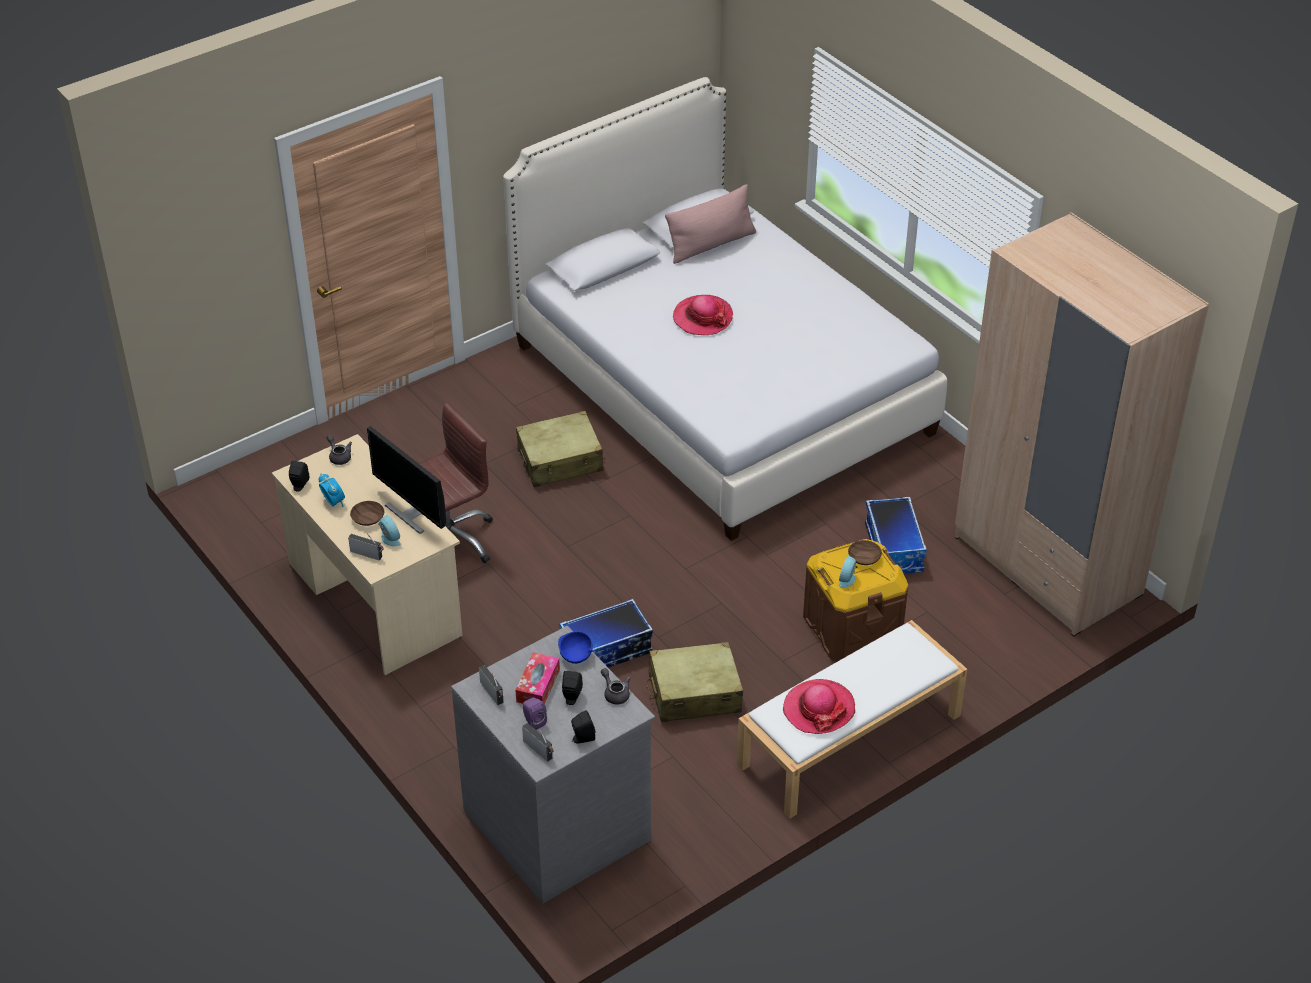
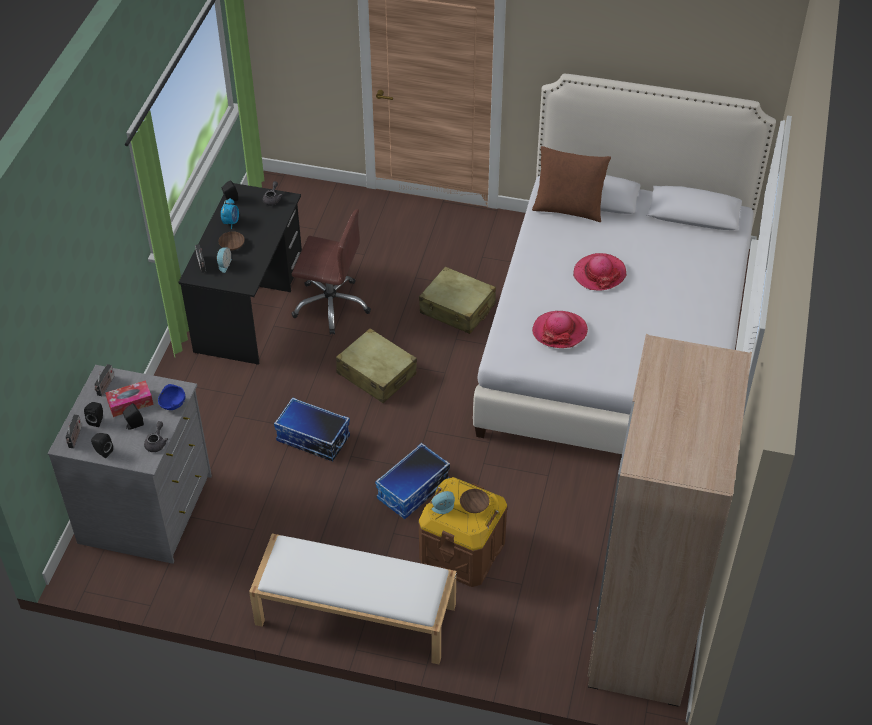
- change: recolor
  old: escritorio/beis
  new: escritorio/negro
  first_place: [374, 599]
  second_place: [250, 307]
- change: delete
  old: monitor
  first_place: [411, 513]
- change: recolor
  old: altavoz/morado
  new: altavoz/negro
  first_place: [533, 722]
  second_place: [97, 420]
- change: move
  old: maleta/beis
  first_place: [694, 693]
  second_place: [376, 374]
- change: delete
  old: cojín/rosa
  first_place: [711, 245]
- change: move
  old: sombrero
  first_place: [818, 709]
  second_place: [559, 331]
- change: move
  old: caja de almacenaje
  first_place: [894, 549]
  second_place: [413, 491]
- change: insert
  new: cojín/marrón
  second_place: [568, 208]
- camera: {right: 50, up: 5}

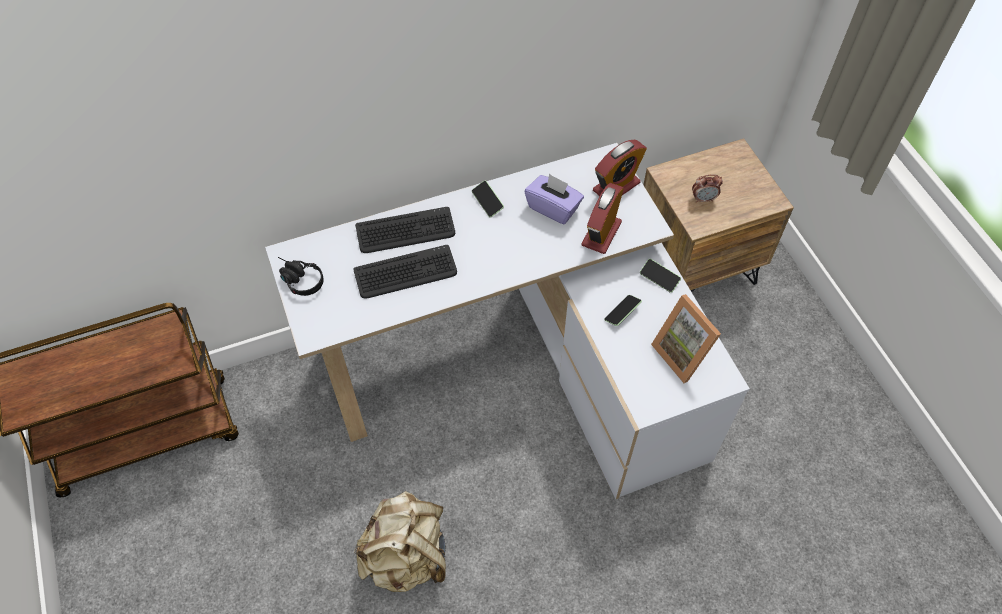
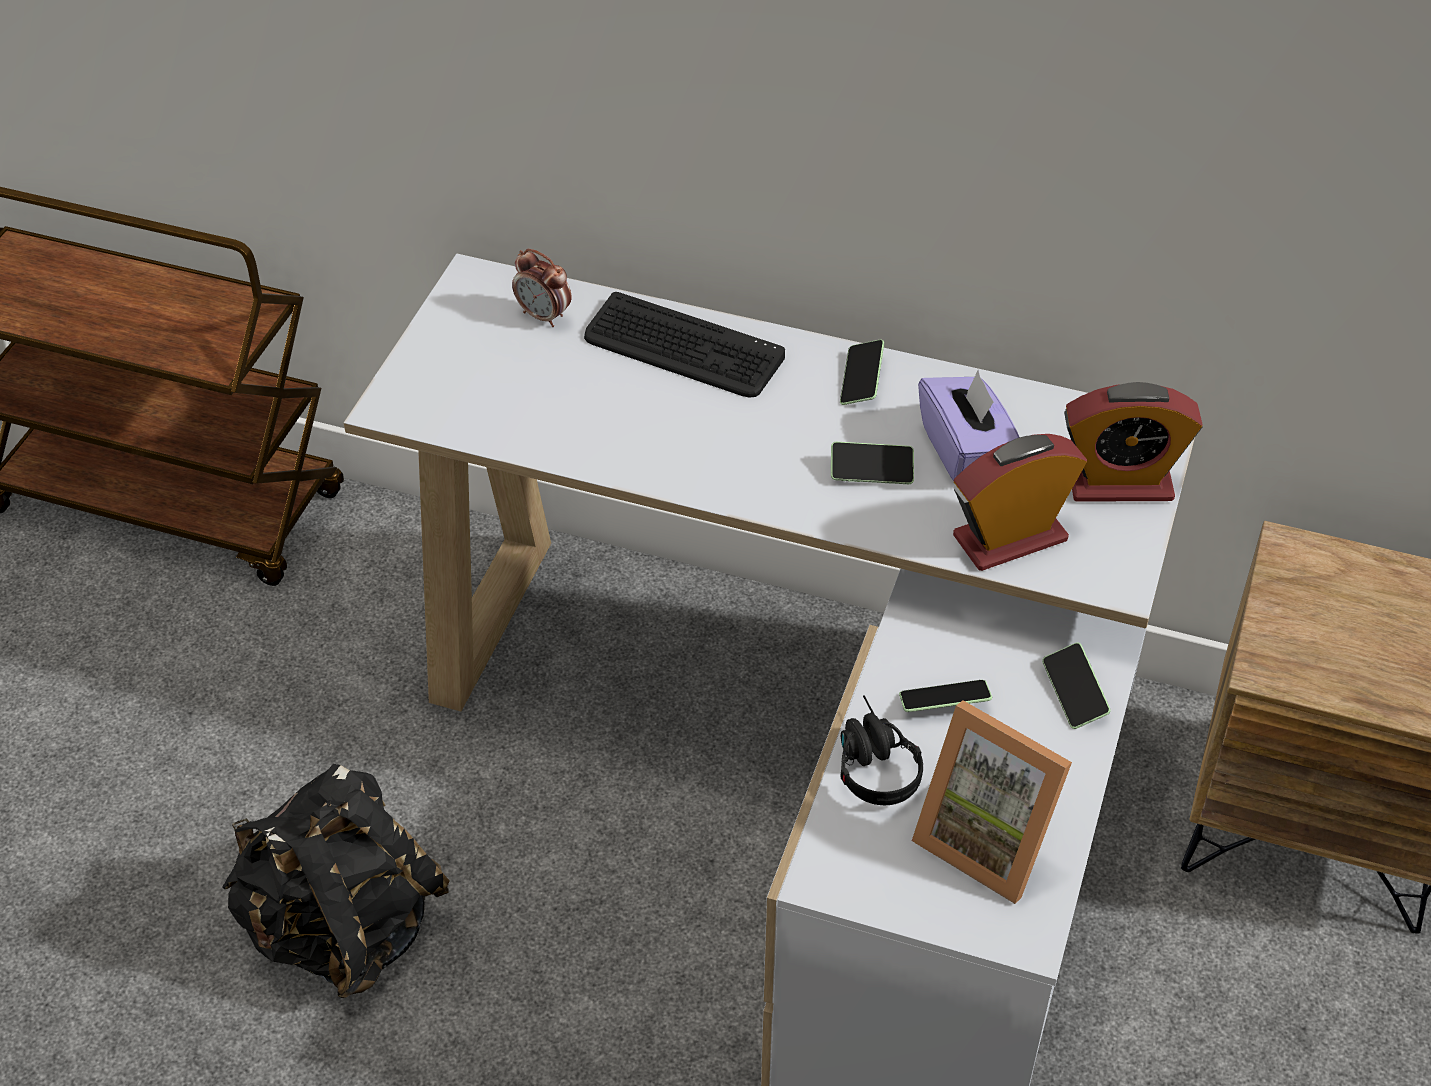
- change: move
  old: auriculares/negro
  first_place: [298, 280]
  second_place: [871, 761]
- change: delete
  old: teclado
  first_place: [406, 273]
- change: recolor
  old: mochila/beis
  new: mochila/negro
  first_place: [407, 556]
  second_place: [343, 928]
- change: rotate
  old: portarretratos
  first_place: [684, 354]
  second_place: [989, 839]
  degrees: -60
- change: move
  old: despertador
  first_place: [703, 199]
  second_place: [544, 316]
- change: insert
  new: móvil
  second_place: [871, 472]
- camera: {right: 40, up: -10}

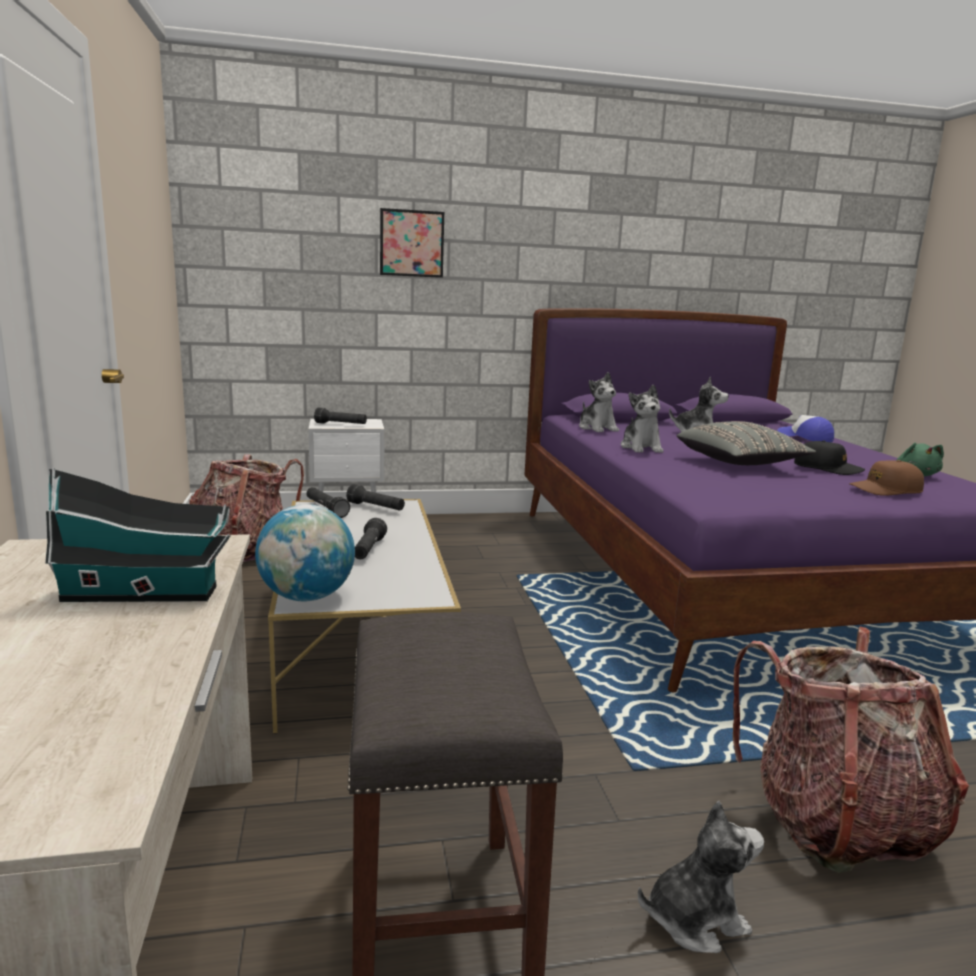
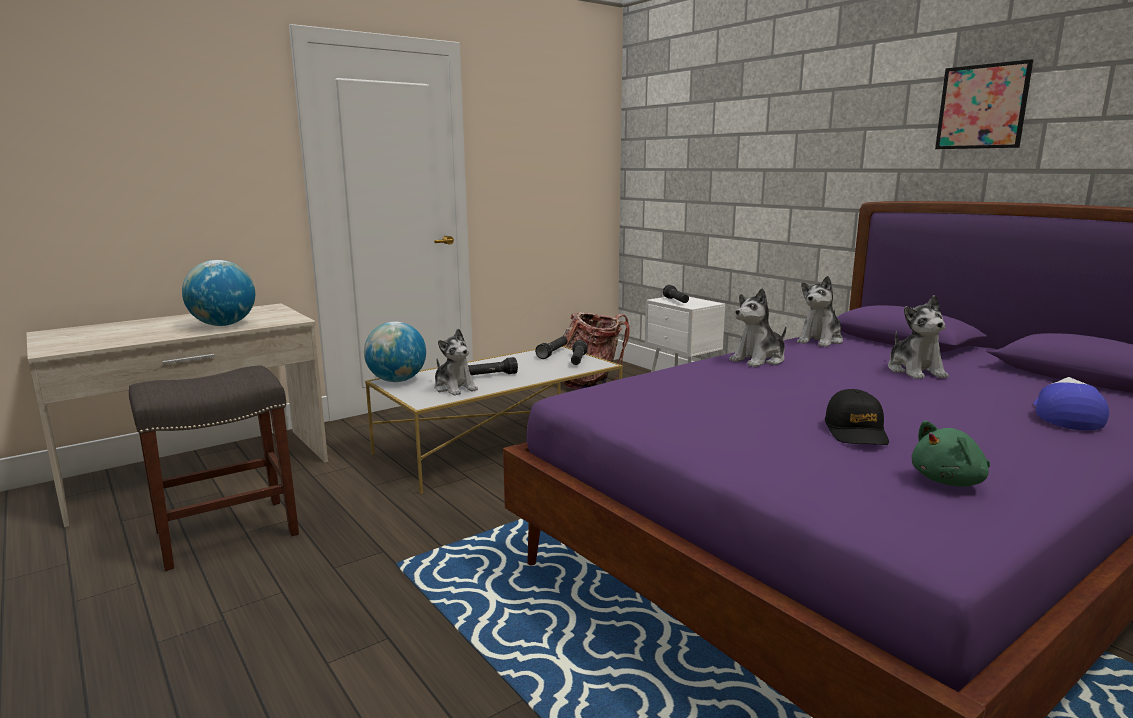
- change: replace
  old: casita
  new: globo terráqueo
  first_place: [146, 594]
  second_place: [223, 325]
- change: move
  old: cuadro
  first_place: [411, 243]
  second_place: [982, 107]
- change: move
  old: peluche
  first_place: [695, 918]
  second_place: [454, 388]
- change: delete
  old: cojín/gris
  first_place: [740, 463]
- change: delete
  old: mochila
  first_place: [835, 822]
- change: delete
  old: gorra/marrón
  first_place: [885, 490]
- camera: {right: 65, up: 0}

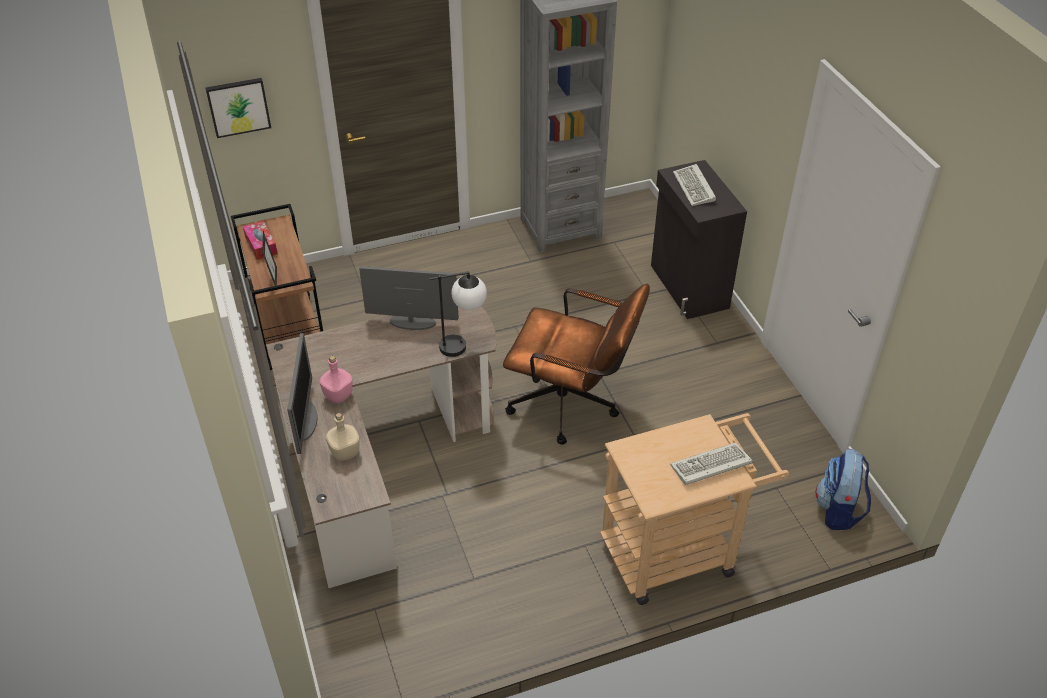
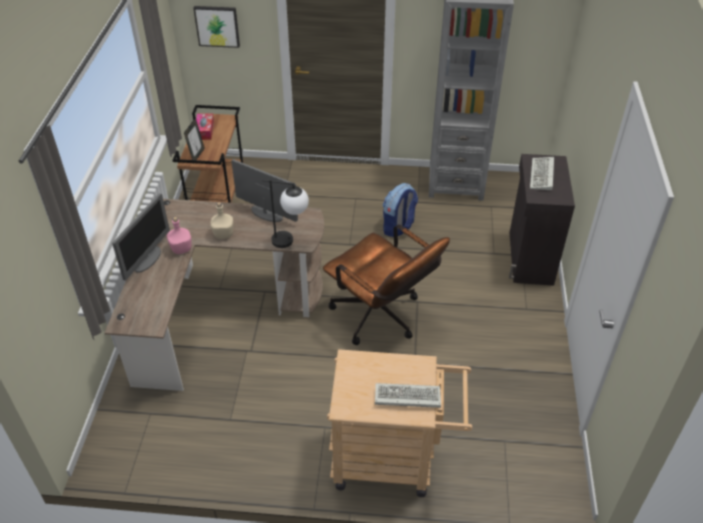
- change: move
  old: botella/beis
  first_place: [344, 453]
  second_place: [223, 234]
- change: move
  old: mochila
  first_place: [838, 510]
  second_place: [398, 227]
- camera: {right: 25, up: 0}

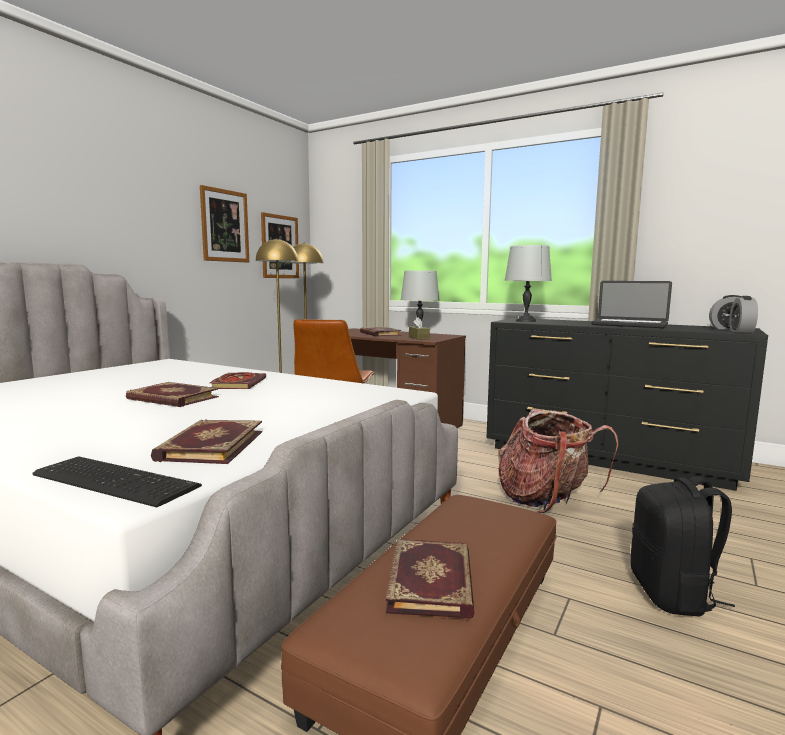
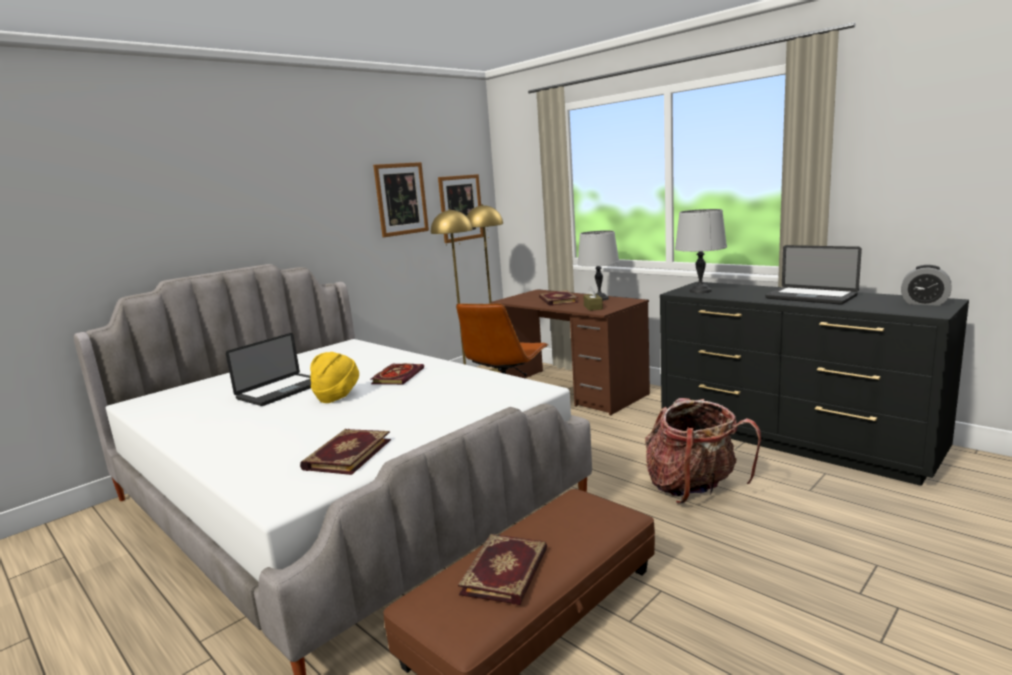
- change: delete
  old: teclado
  first_place: [116, 479]
- change: replace
  old: libro
  new: sombrero/amarillo
  first_place: [172, 398]
  second_place: [337, 397]
- change: delete
  old: mochila/negro
  first_place: [673, 595]
- change: delete
  old: despertador
  first_place: [741, 331]
- change: insert
  new: portátil
  second_place: [281, 391]
- camera: {right: 15, up: 5}

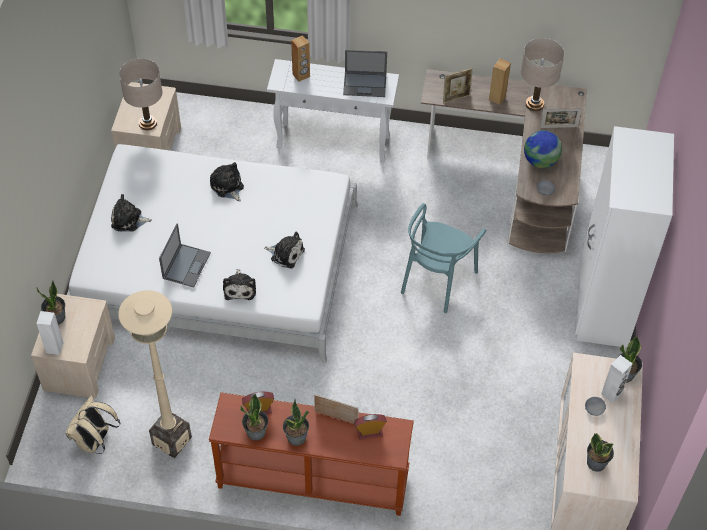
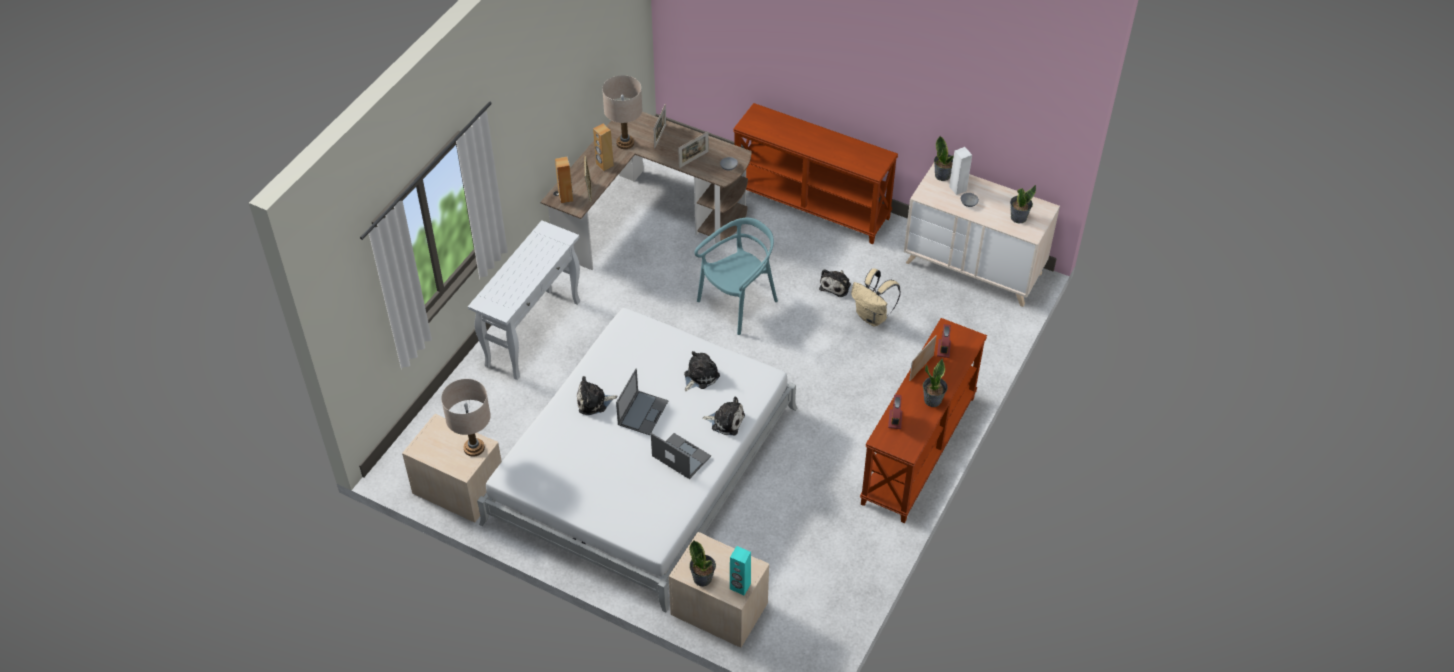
- change: recolor
  old: altavoz/blanco
  new: altavoz/turquesa
  first_place: [54, 347]
  second_place: [740, 587]
- change: move
  old: mochila/beis
  first_place: [95, 441]
  second_place: [873, 317]
- change: move
  old: peluche
  first_place: [128, 220]
  second_place: [836, 285]
- change: delete
  old: lámpara de pie/beis
  first_place: [171, 440]
- change: delete
  old: planta en maceta
  first_place: [256, 432]
- change: move
  old: altavoz/marrón
  first_place: [301, 75]
  second_place: [566, 197]
- change: move
  old: portátil
  first_place: [365, 84]
  second_place: [643, 412]
- change: rotate
  old: silla/turquesa
  first_place: [437, 280]
  second_place: [738, 303]
  degrees: -90
- change: replace
  old: globo terráqueo
  new: portarretratos
  first_place: [540, 161]
  second_place: [693, 159]
- change: replace
  old: armario ropero/blanco
  new: mesa consola/marrón
  first_place: [602, 305]
  second_place: [812, 204]
- camera: {right: -70, up: -5}

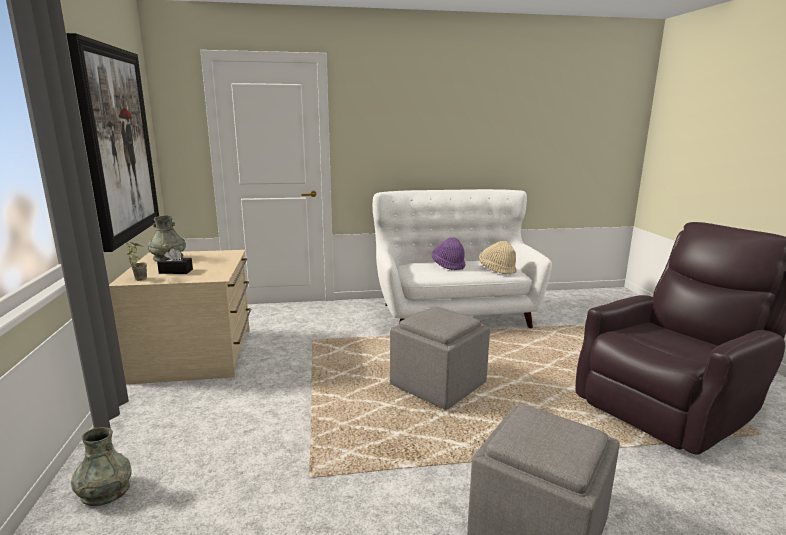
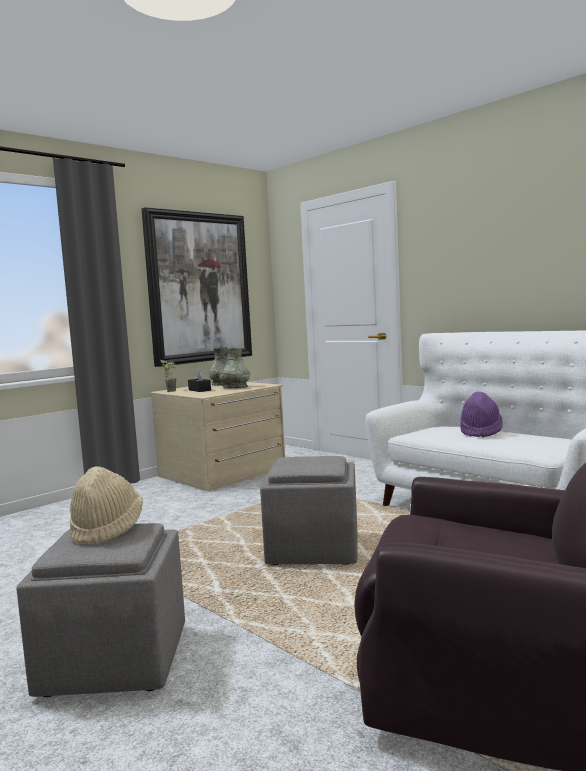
- change: move
  old: florero/gris
  first_place: [105, 492]
  second_place: [235, 387]
- change: move
  old: sombrero/beis
  first_place: [497, 270]
  second_place: [107, 529]
- camera: {right: 55, up: -10}

